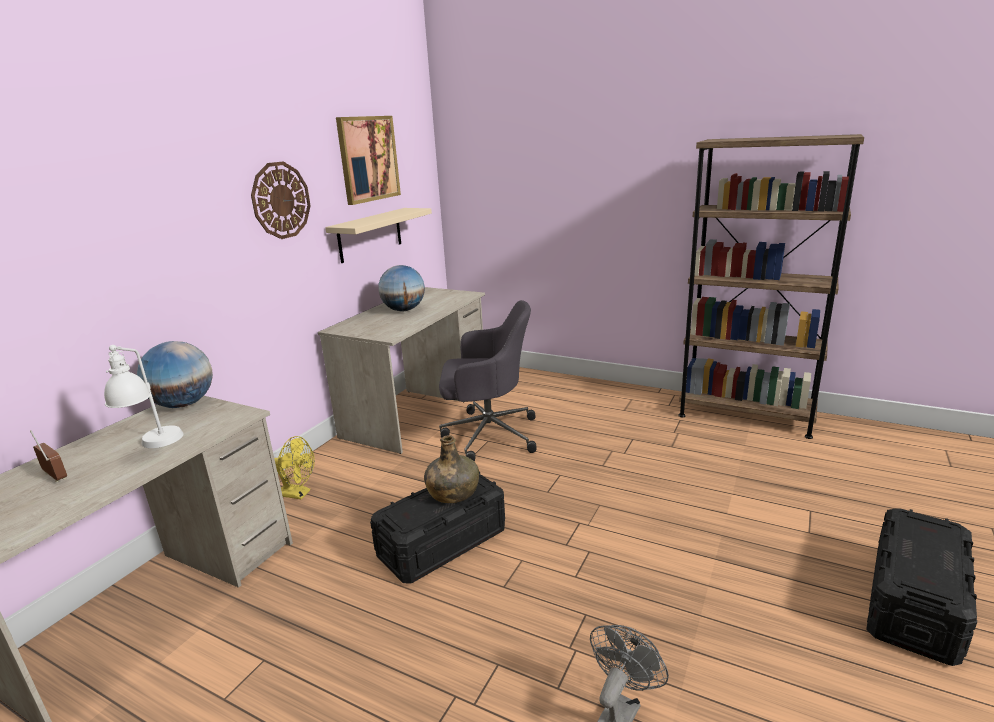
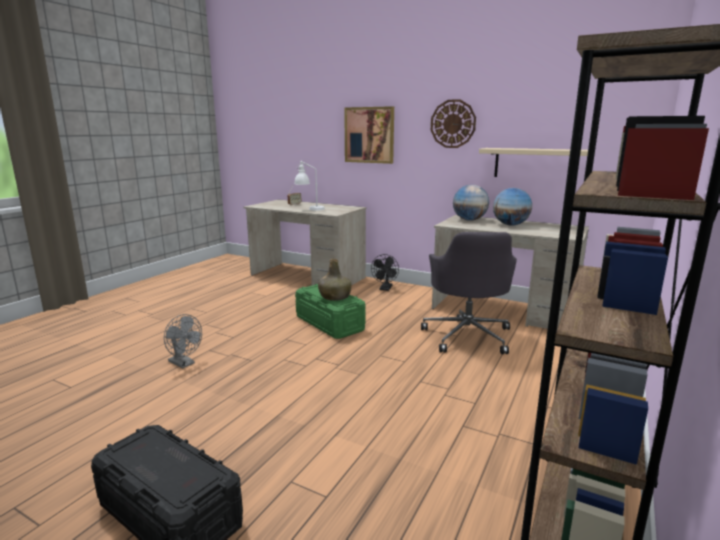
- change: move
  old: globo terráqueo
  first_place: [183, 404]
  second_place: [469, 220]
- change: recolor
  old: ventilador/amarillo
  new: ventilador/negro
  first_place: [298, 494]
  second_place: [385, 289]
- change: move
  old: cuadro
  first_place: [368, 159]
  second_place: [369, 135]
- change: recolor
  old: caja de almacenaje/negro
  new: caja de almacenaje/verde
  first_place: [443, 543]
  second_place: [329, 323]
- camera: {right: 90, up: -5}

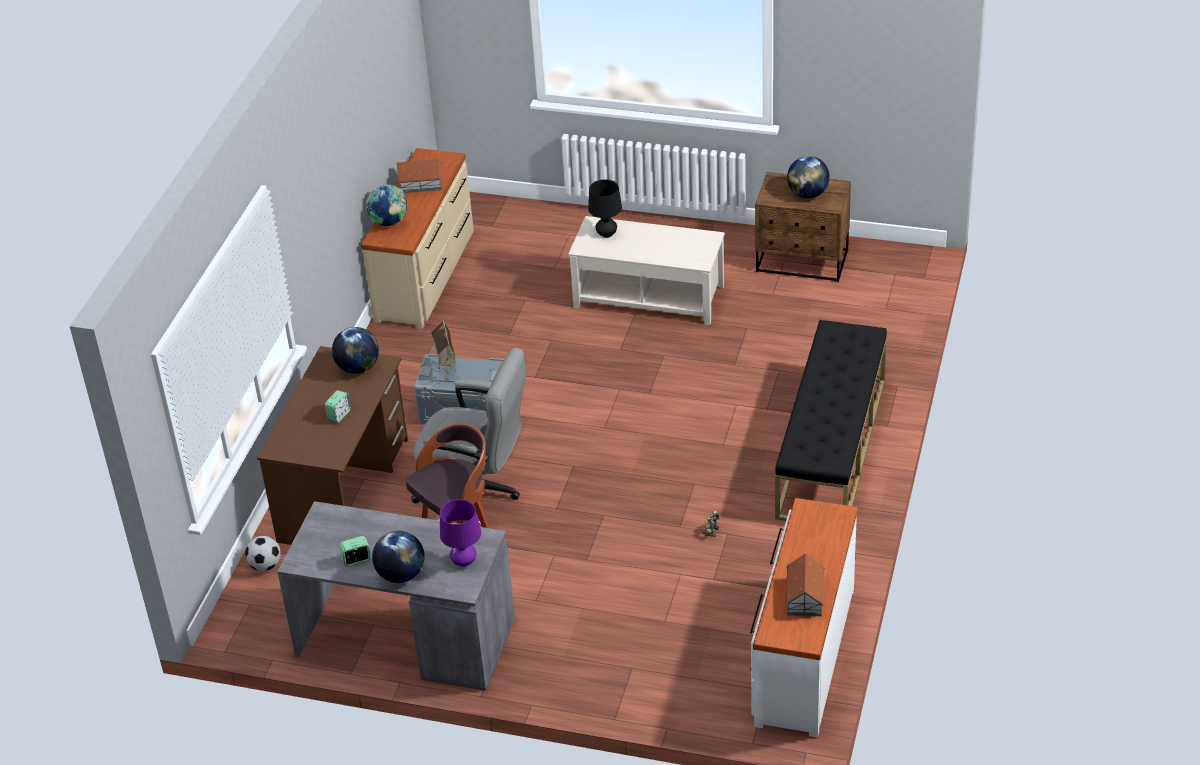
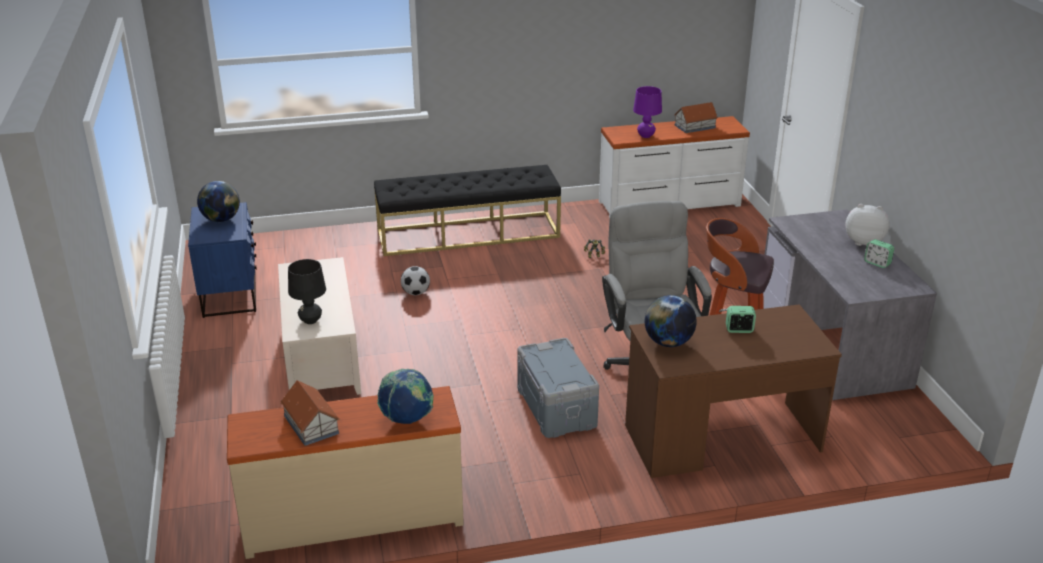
- change: move
  old: balón de fútbol
  first_place: [265, 565]
  second_place: [416, 293]
- change: replace
  old: globo terráqueo
  new: peluche
  first_place: [401, 575]
  second_place: [863, 241]
- change: delete
  old: casita
  first_place: [447, 373]
- change: move
  old: lámpara de mesa/morado
  first_place: [464, 561]
  second_place: [646, 136]
- change: recolor
  old: mesita de noche/marrón
  new: mesita de noche/azul
  first_place: [802, 262]
  second_place: [231, 294]
- camera: {right: -120, up: -10}

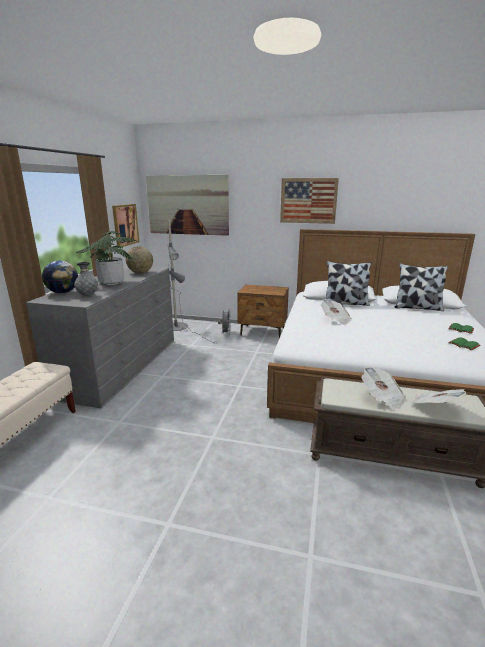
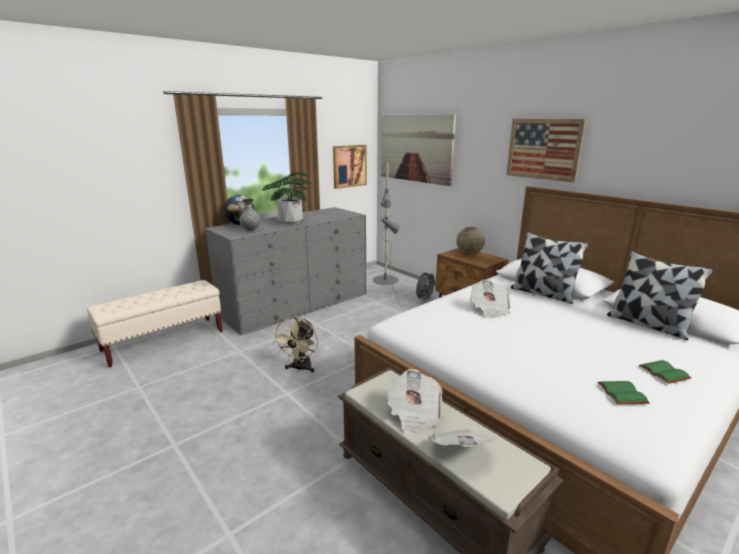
- change: move
  old: globo terráqueo
  first_place: [140, 273]
  second_place: [469, 254]
- change: insert
  new: ventilador/beis
  second_place: [300, 368]
- camera: {right: 35, up: 0}

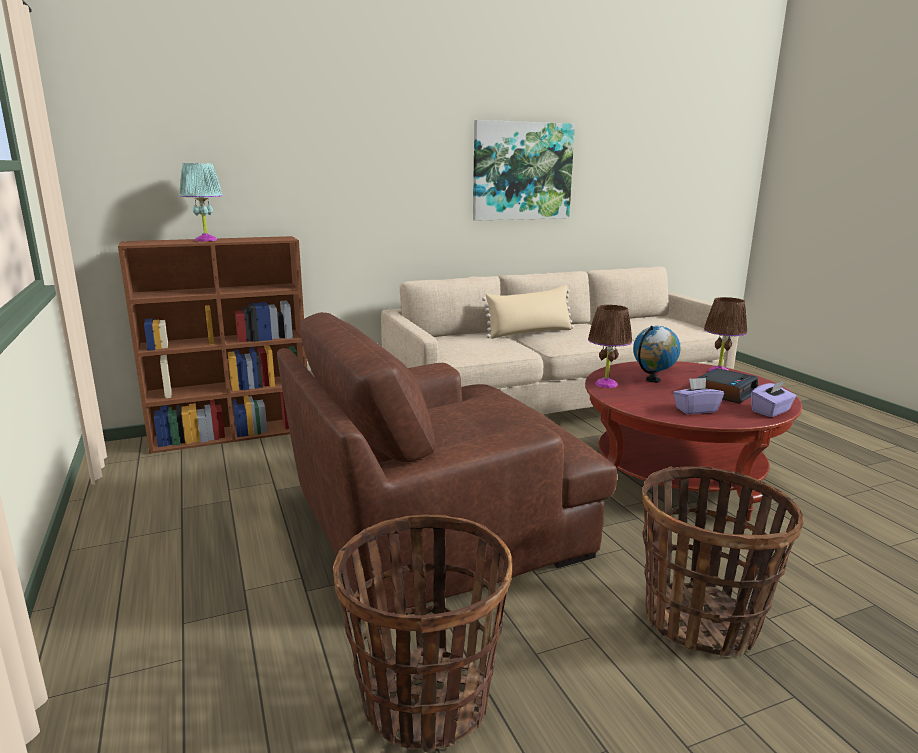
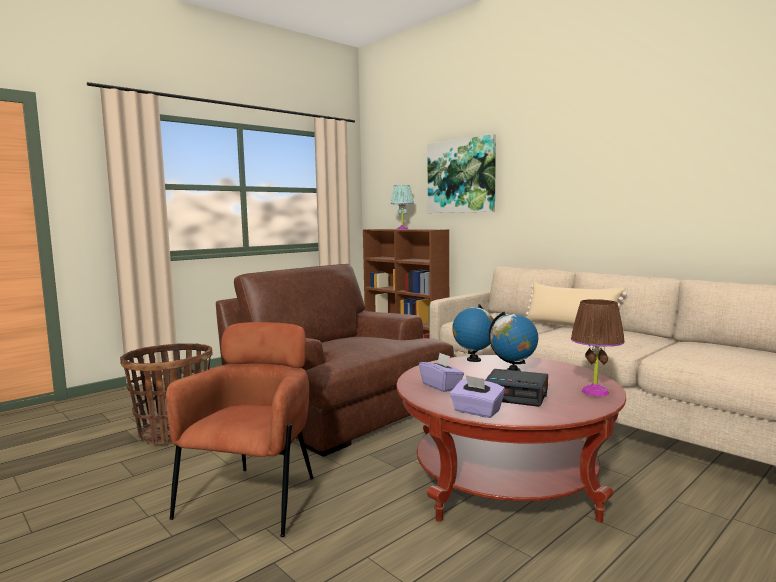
- change: move
  old: cuadro
  first_place: [522, 171]
  second_place: [461, 176]
- change: replace
  old: lámpara de mesa/marrón
  new: globo terráqueo
  first_place: [606, 384]
  second_place: [473, 360]
- change: replace
  old: cesta
  new: sillón/marrón
  first_place: [700, 621]
  second_place: [254, 499]
- camera: {right: 70, up: -10}

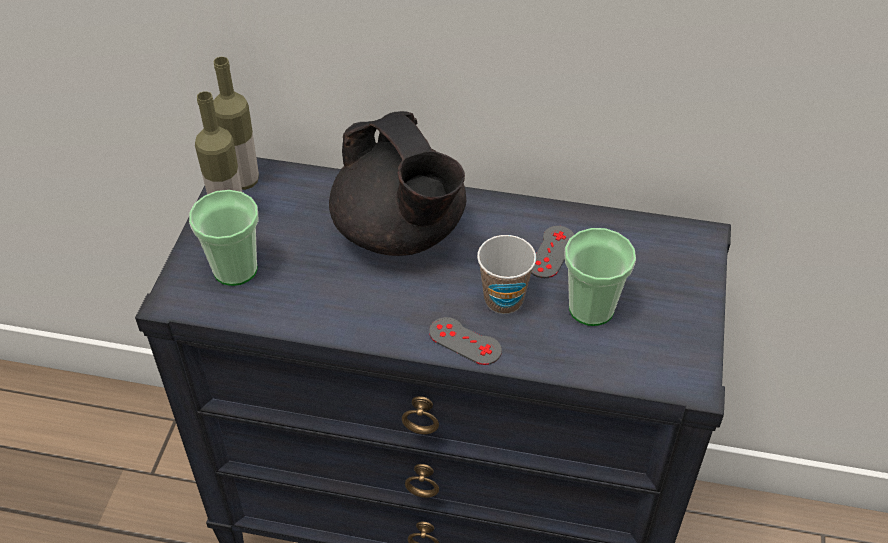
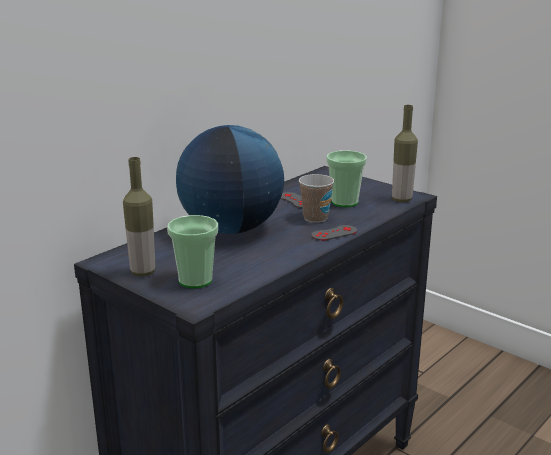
- change: move
  old: botella
  first_place: [243, 181]
  second_place: [401, 199]
- change: replace
  old: tetera/negro
  new: globo terráqueo
  first_place: [401, 232]
  second_place: [231, 229]
- camera: {right: -60, up: -25}

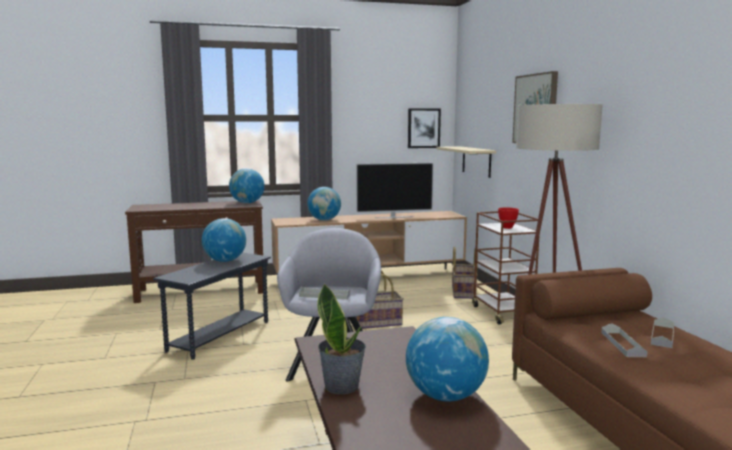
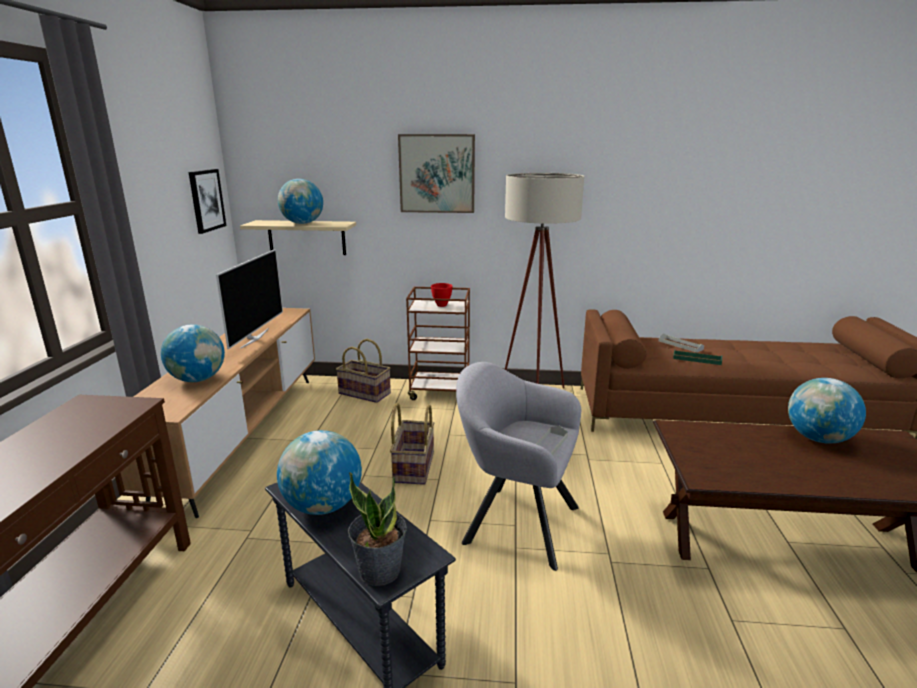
- change: move
  old: globo terráqueo
  first_place: [247, 203]
  second_place: [302, 223]
- change: move
  old: planta en maceta
  first_place: [342, 386]
  second_place: [379, 570]
- change: recolor
  old: bandeja/gris
  new: bandeja/verde
  first_place: [622, 344]
  second_place: [697, 359]
- camera: {right: -70, up: 10}

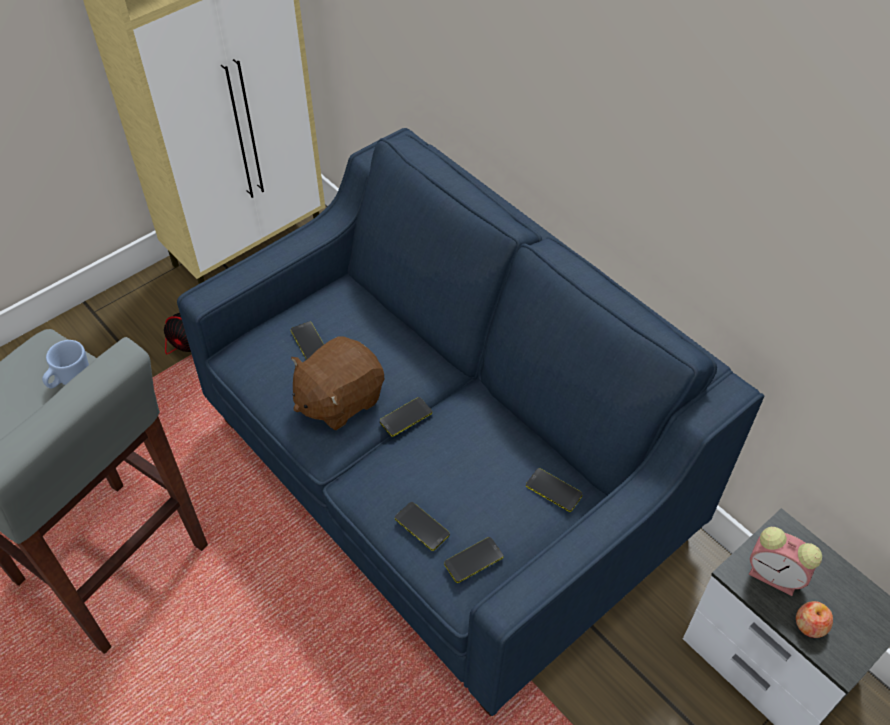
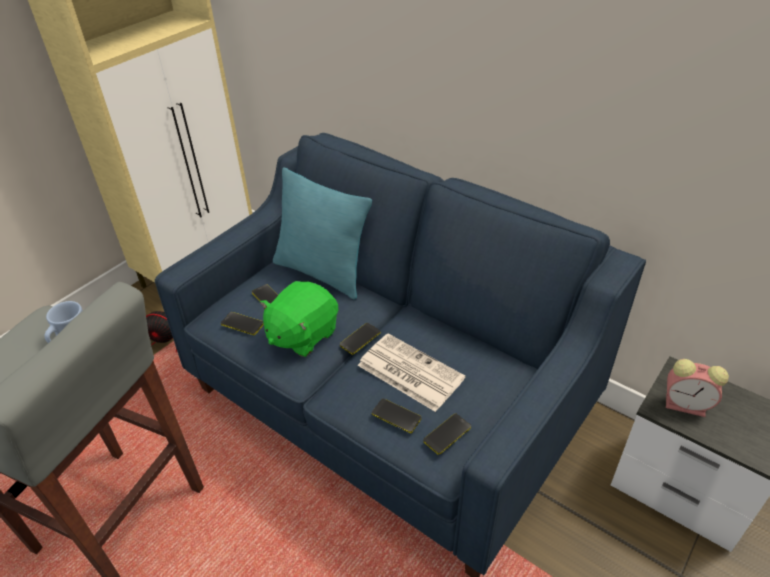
- change: recolor
  old: peluche/marrón
  new: peluche/verde
  first_place: [339, 399]
  second_place: [302, 335]
- change: move
  old: móvil
  first_place: [553, 490]
  second_place: [242, 324]
- change: delete
  old: manzana
  first_place: [810, 625]
- change: insert
  new: cojín/turquesa
  second_place: [322, 273]
- change: insert
  new: periódico
  second_place: [408, 372]
- camera: {right: -10, up: -10}

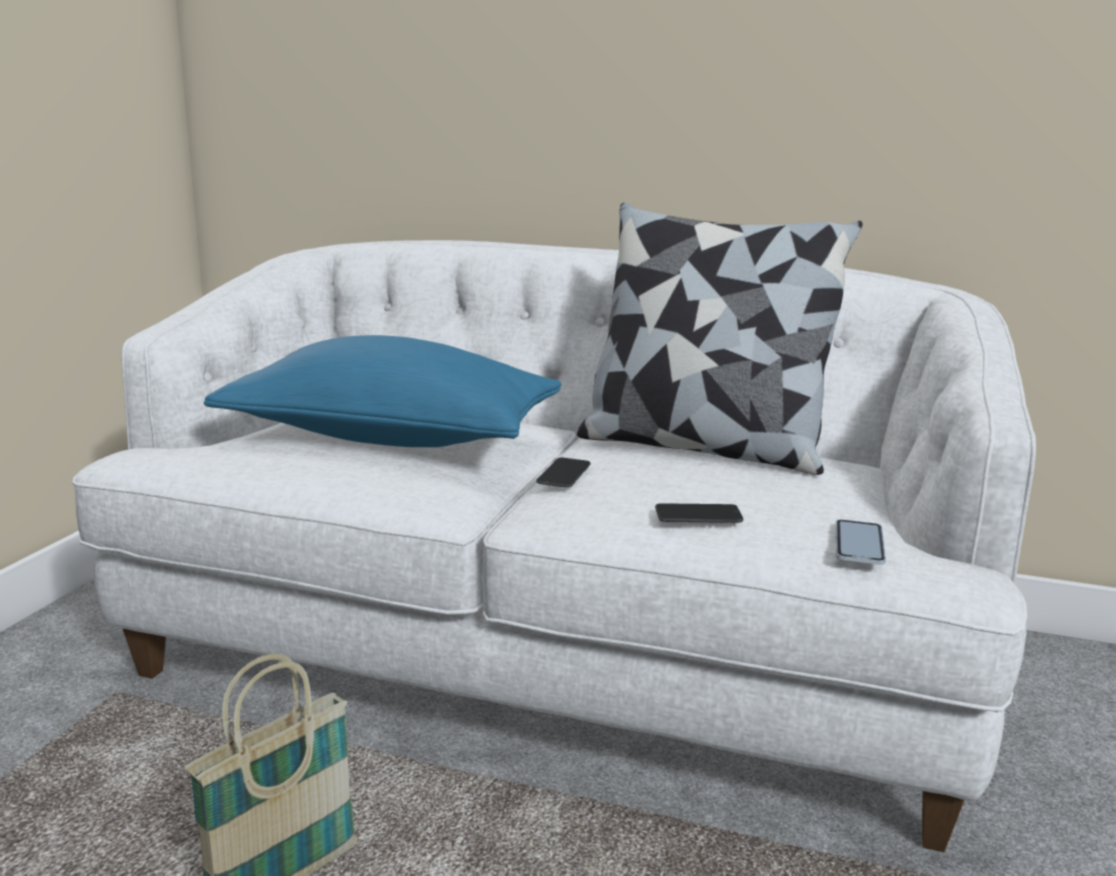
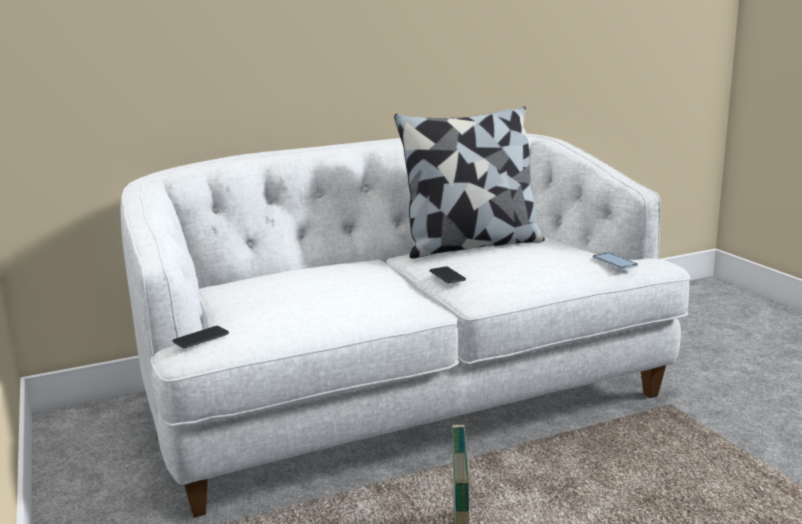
- change: delete
  old: cojín/azul
  first_place: [391, 438]
- change: move
  old: móvil
  first_place: [698, 515]
  second_place: [201, 338]
- camera: {right: -40, up: 0}

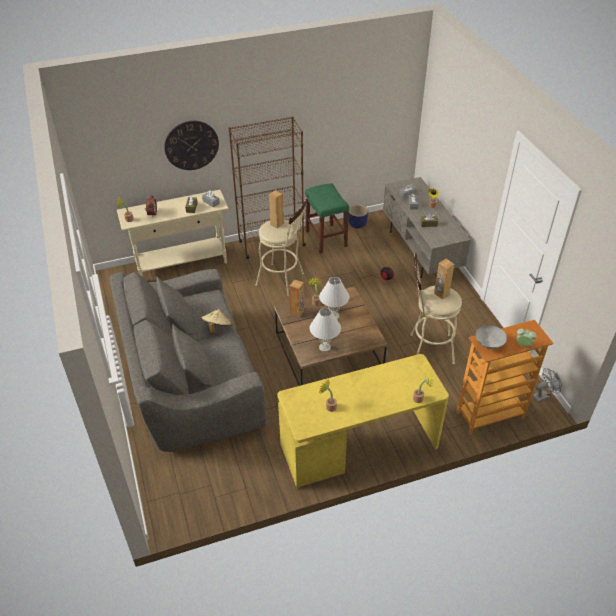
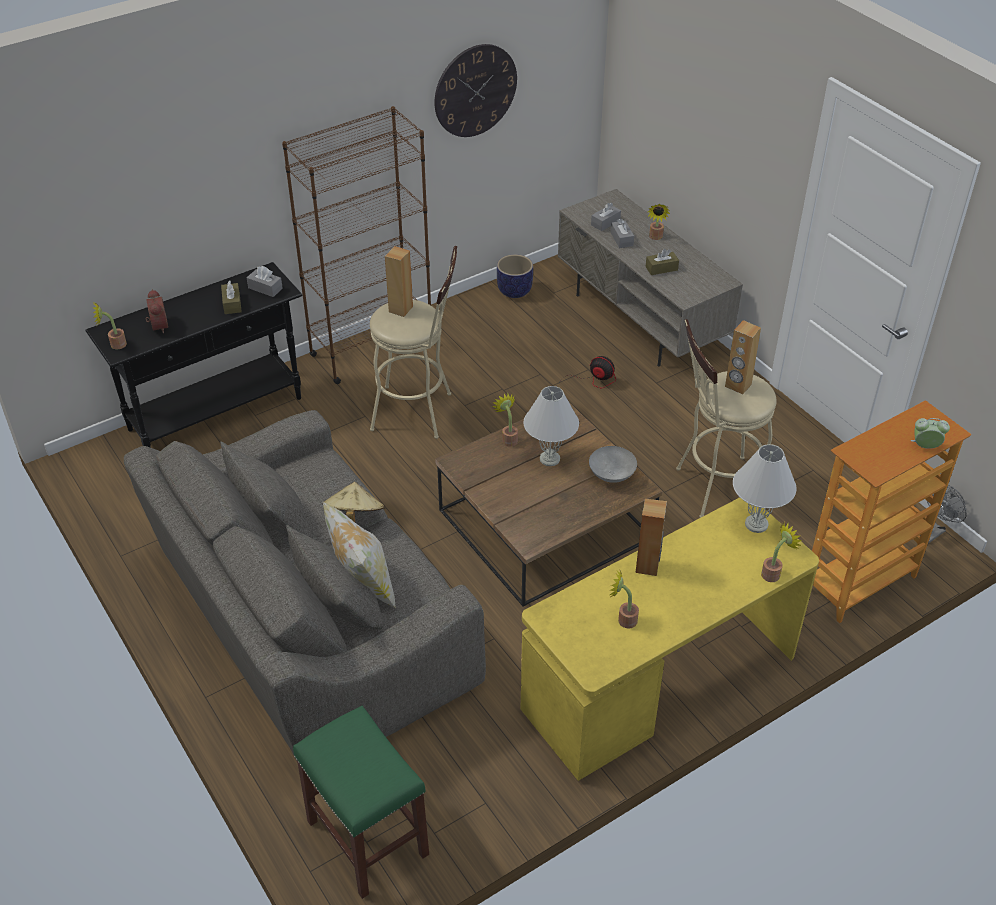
- change: recolor
  old: mesa consola/beis
  new: mesa consola/negro
  first_place: [182, 264]
  second_place: [216, 414]
- change: move
  old: reloj de pared
  first_place: [191, 145]
  second_place: [475, 90]
- change: move
  old: altavoz/marrón
  first_place: [297, 312]
  second_place: [647, 565]
- change: move
  old: taburete/verde
  first_place: [325, 238]
  second_place: [366, 837]
- change: move
  old: lámpara de mesa/blanco
  first_place: [325, 347]
  second_place: [757, 524]
- change: move
  old: cuenco/gris
  first_place: [489, 344]
  second_place: [612, 475]
- change: insert
  new: cojín
  second_place: [363, 583]
- camera: {right: -15, up: 0}

